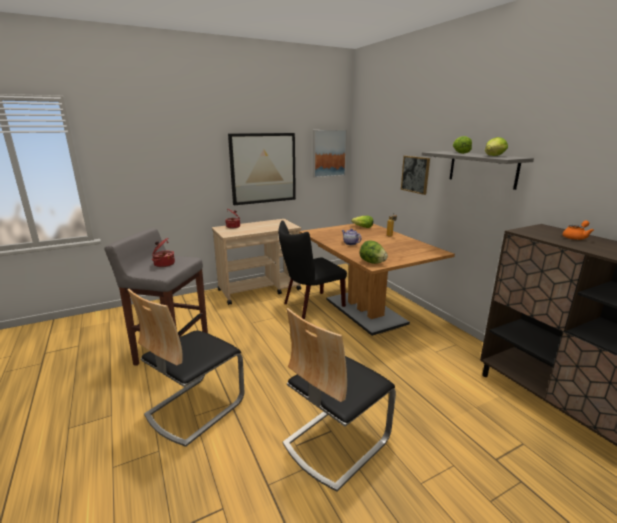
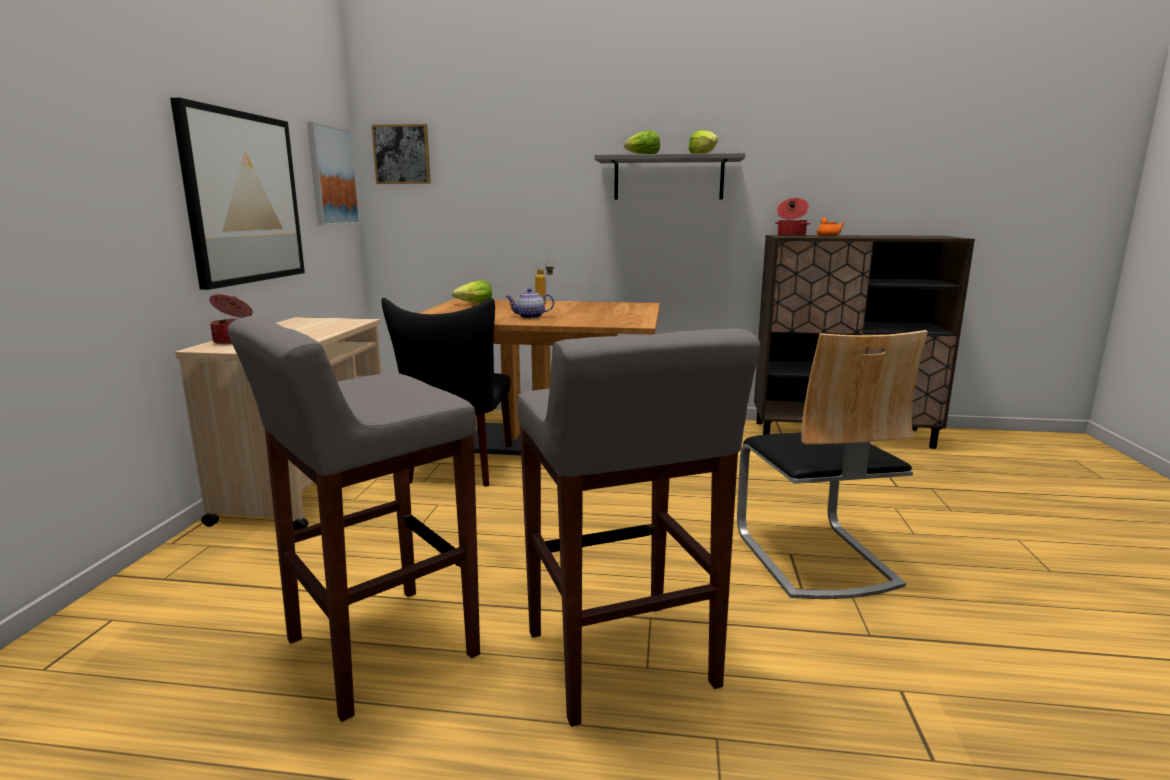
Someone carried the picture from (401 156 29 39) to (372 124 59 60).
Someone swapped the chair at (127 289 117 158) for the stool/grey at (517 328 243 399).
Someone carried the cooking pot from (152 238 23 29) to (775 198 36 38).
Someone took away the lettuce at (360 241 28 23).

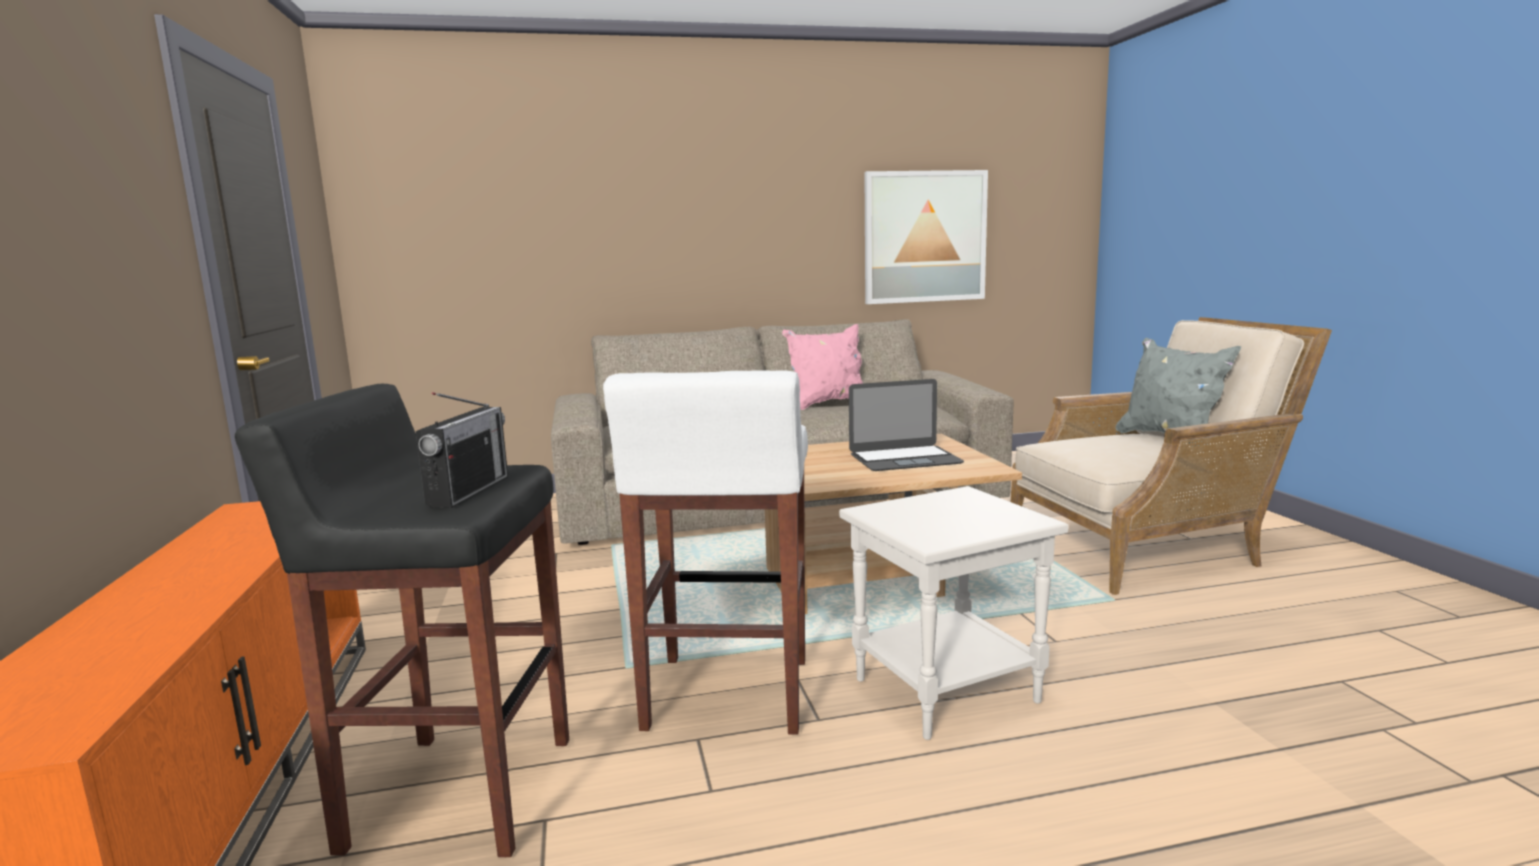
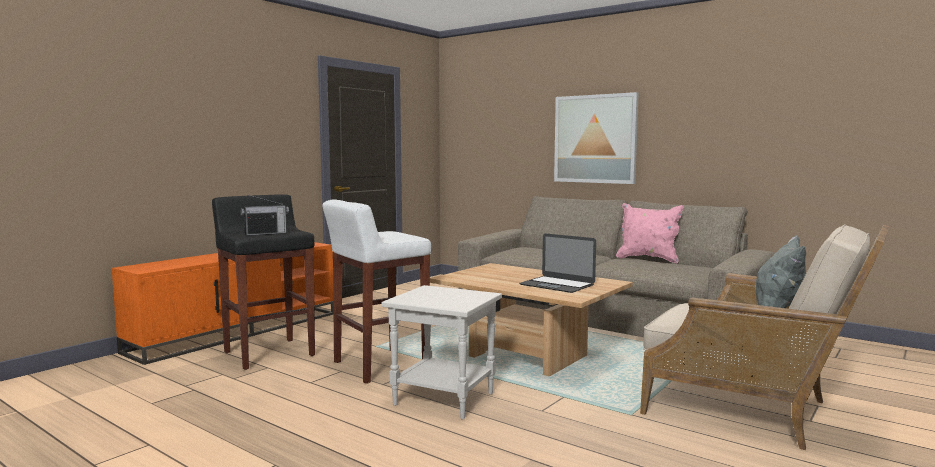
Someone carried the picture from (865 170 123 134) to (554 92 85 92).

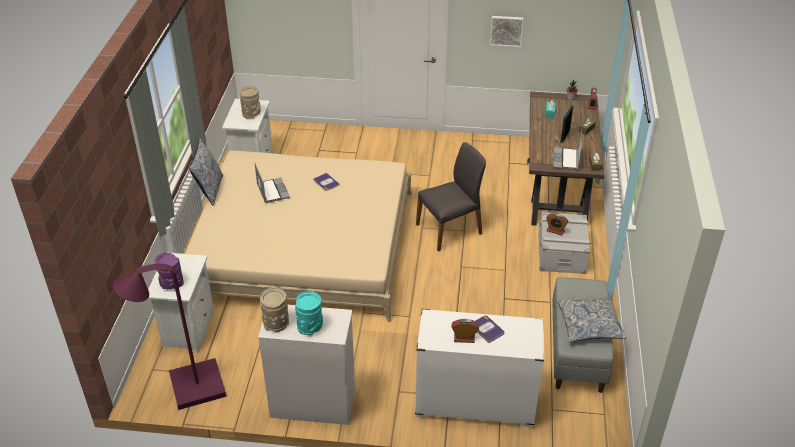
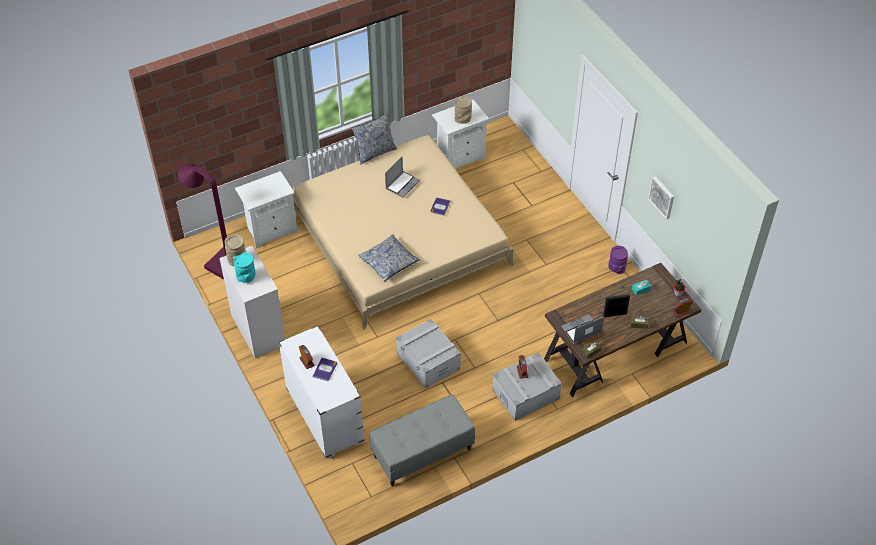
Someone carried the pillow from (556 296 70 46) to (358 234 62 48).
Someone put down the storage box/grey at (396 319 65 70).
Someone carried the vase/purple from (155 252 29 37) to (608 246 20 28).
Someone took away the chair/grey at (416 142 70 110).

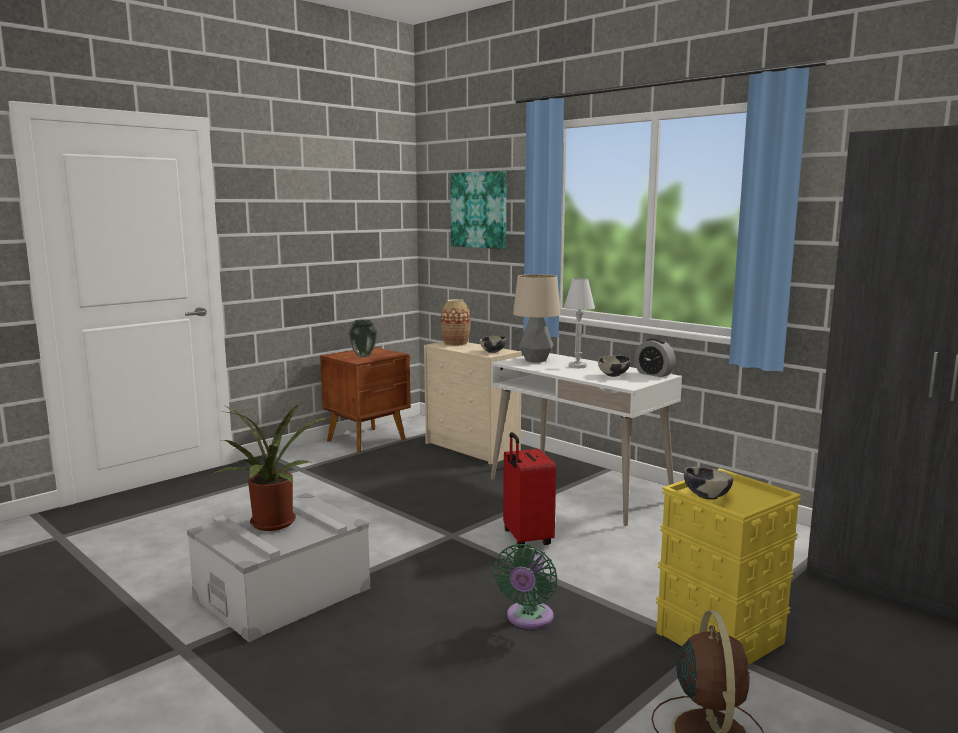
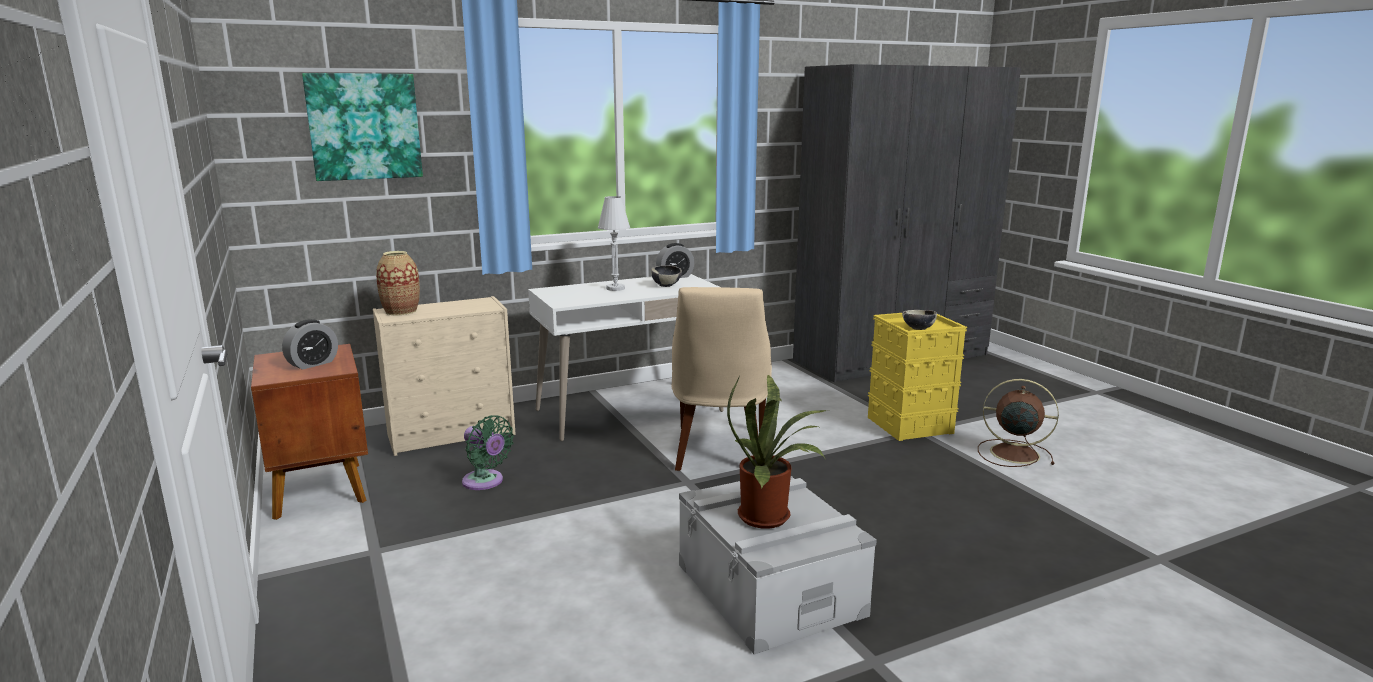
Someone swapped the vase at (348 319 29 38) for the alarm clock at (282 319 56 51).
Someone carried the fan/green from (494 544 63 85) to (462 415 52 75).
Someone swapped the suitcase/red at (503 432 53 116) for the chair/beige at (671 287 101 184).
Someone took away the bowl at (480 336 27 17).
Someone took away the table lamp at (513 274 47 89).

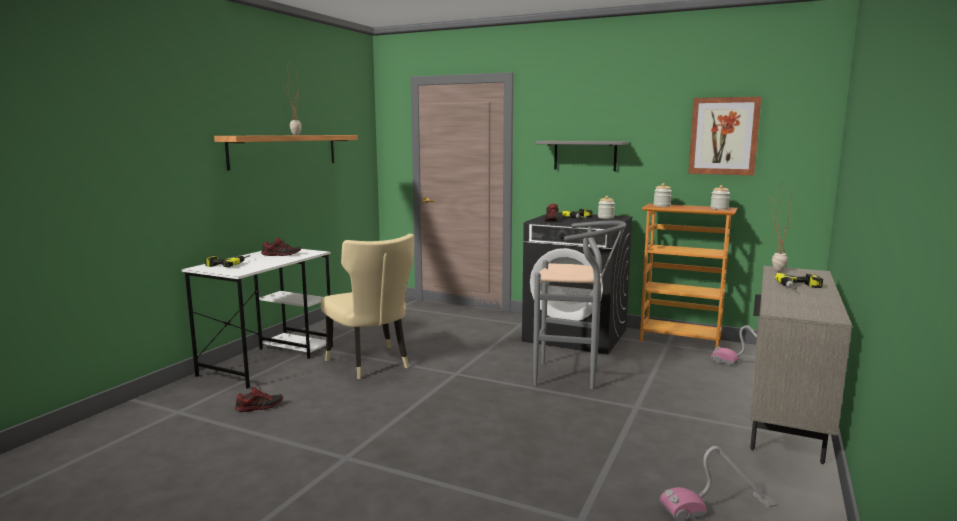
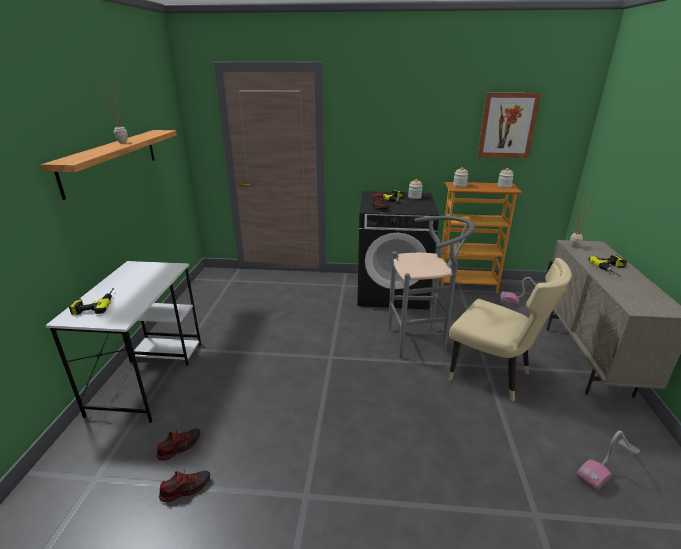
Someone carried the shoe from (261 237 40 19) to (159 469 51 33).
Someone carried the chair/beige from (321 233 93 146) to (449 258 123 143).
Someone took away the shelf/grey at (536 141 93 30).

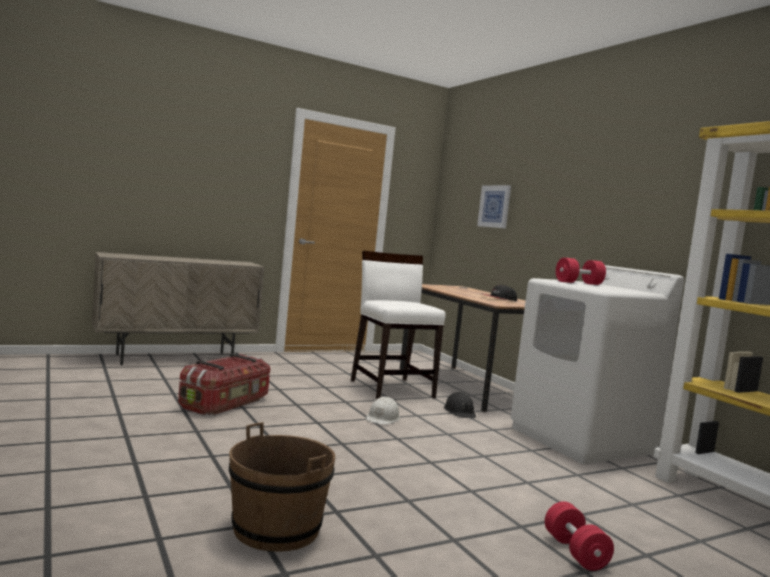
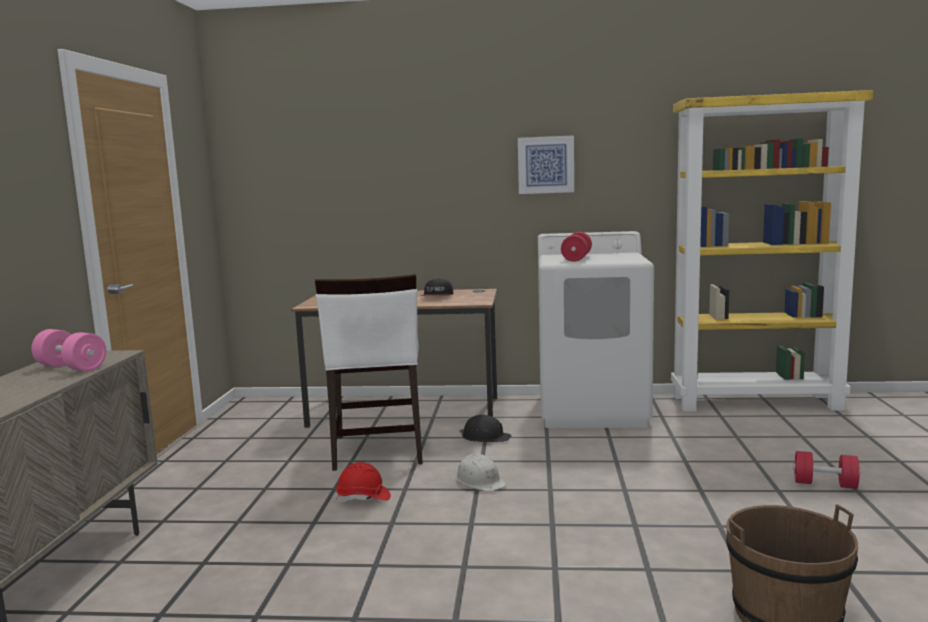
Someone put down the dumbbell/pink at (32 329 74 42).
Someone rotated the chair/white at (351 251 95 148) by 105 degrees counterclockwise.
Someone put down the hard hat/red at (336 462 55 40).
Someone carried the picture from (477 185 34 43) to (518 135 56 59).
Someone took away the storage box at (178 354 92 61).

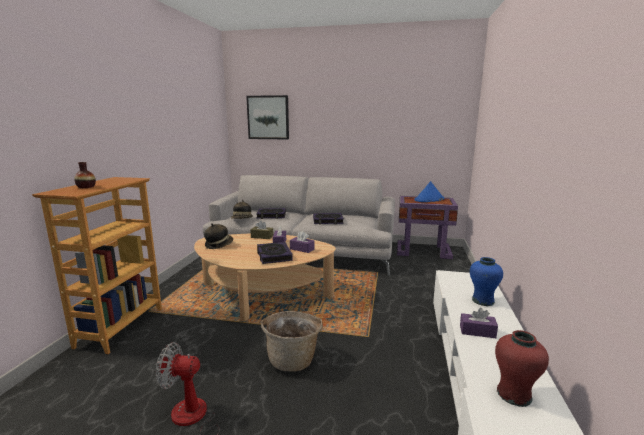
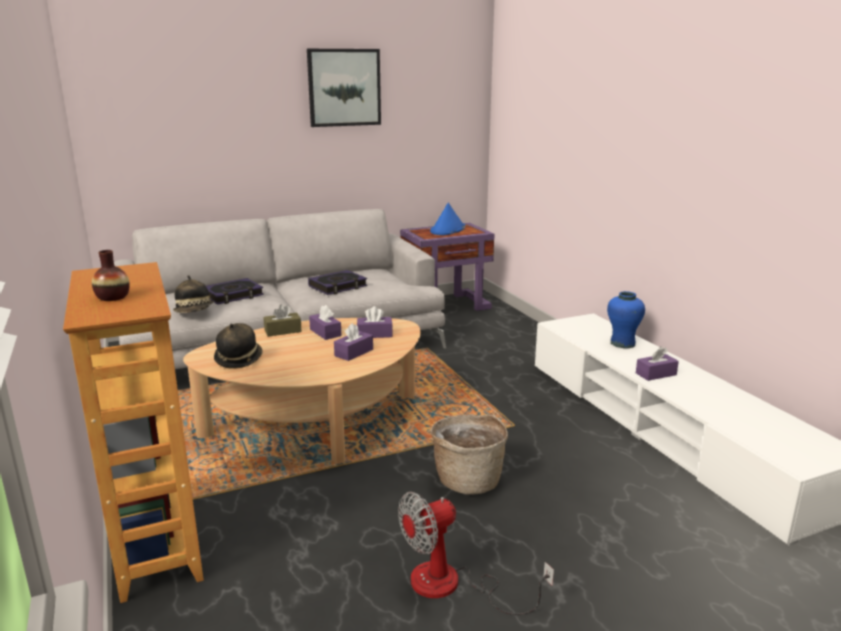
Someone carried the picture from (246 95 43 45) to (307 49 74 78).
Someone swapped the book at (257 242 36 22) for the tissue box/purple at (334 323 39 38).
Someone took away the vase/red at (495 330 54 77).

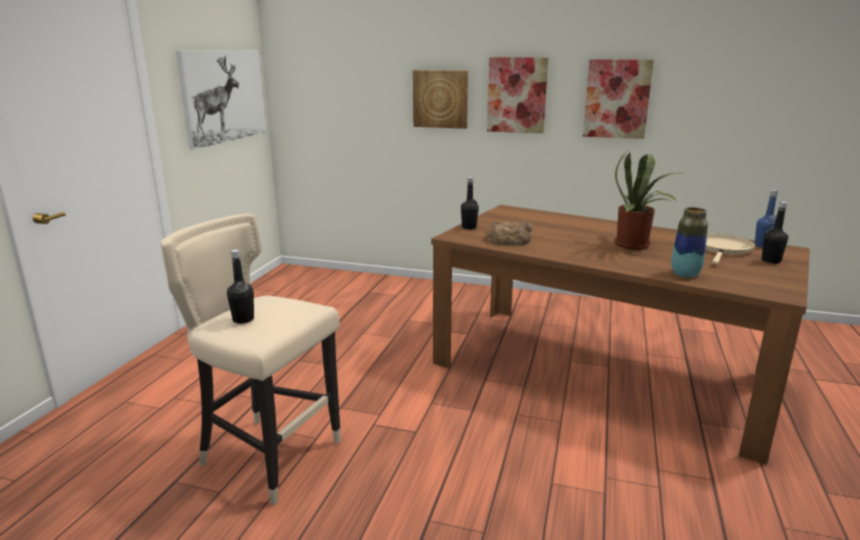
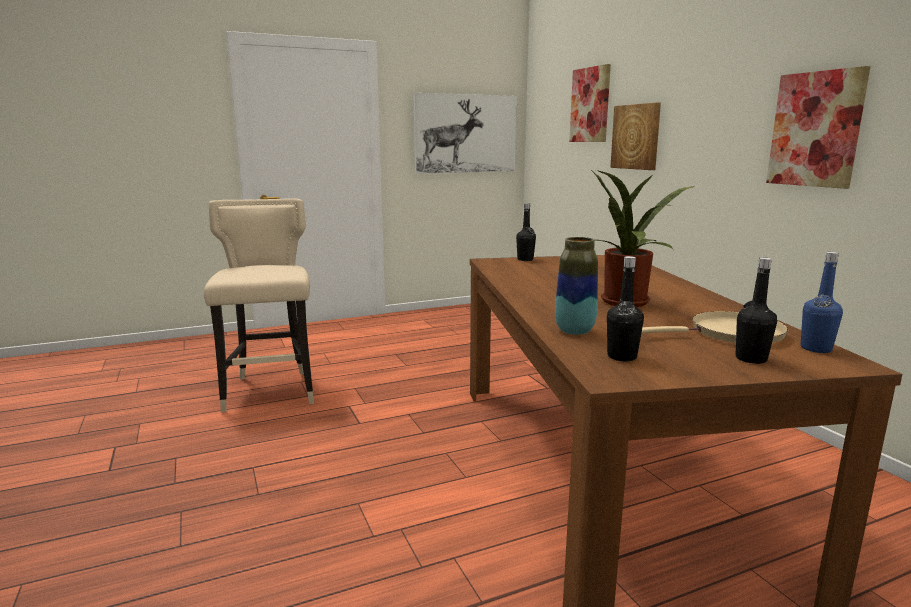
Someone carried the picture from (487 57 61 77) to (569 64 42 78).
Someone carried the bottle/black from (227 250 27 74) to (607 256 37 105).
Someone took away the bread at (486 221 47 24).

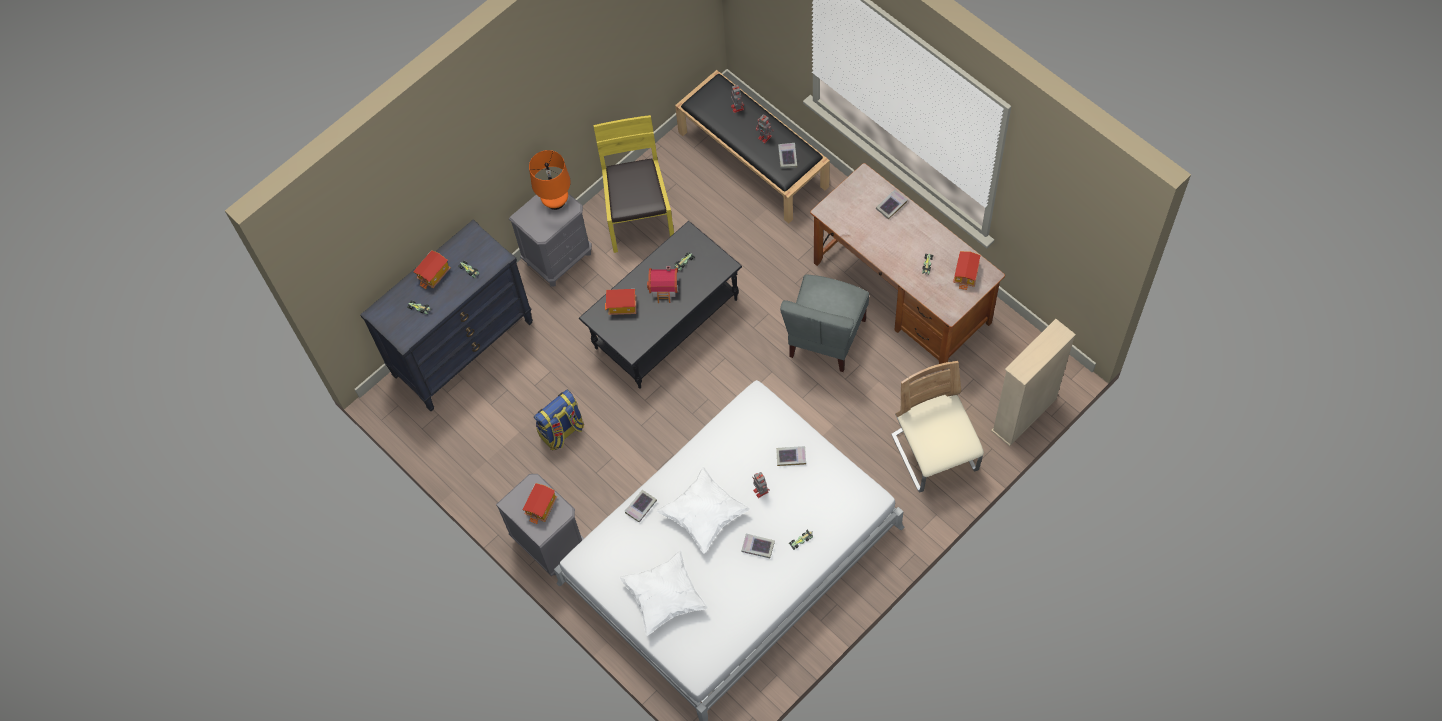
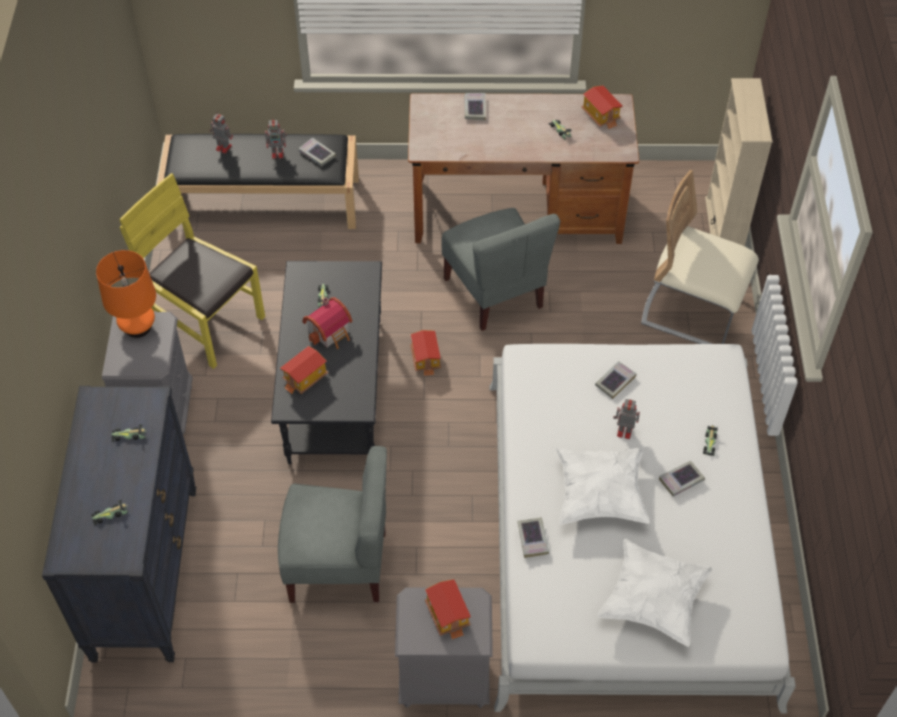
Someone swapped the backpack at (534 389 50 61) for the chair/grey at (278 446 109 157).
Someone carried the toy house from (413 250 38 39) to (410 330 31 46).

